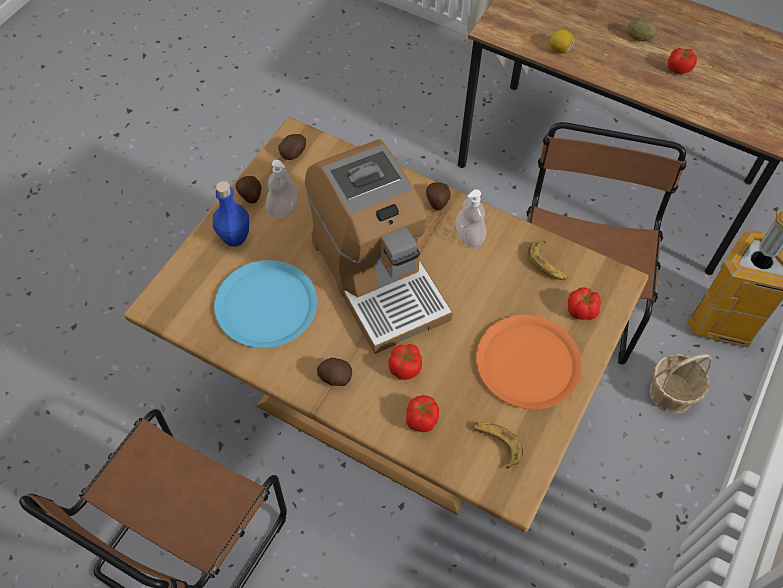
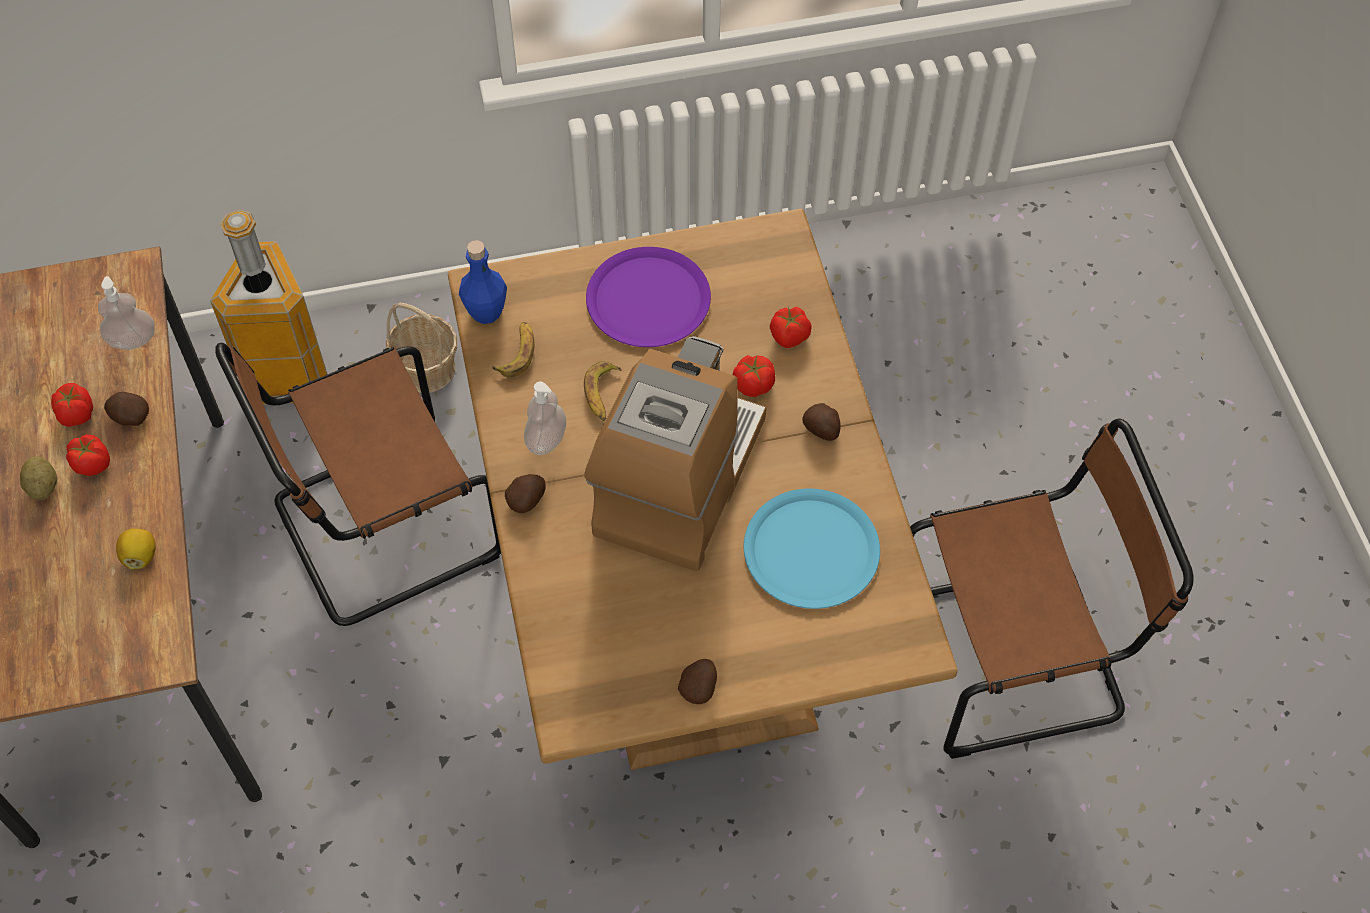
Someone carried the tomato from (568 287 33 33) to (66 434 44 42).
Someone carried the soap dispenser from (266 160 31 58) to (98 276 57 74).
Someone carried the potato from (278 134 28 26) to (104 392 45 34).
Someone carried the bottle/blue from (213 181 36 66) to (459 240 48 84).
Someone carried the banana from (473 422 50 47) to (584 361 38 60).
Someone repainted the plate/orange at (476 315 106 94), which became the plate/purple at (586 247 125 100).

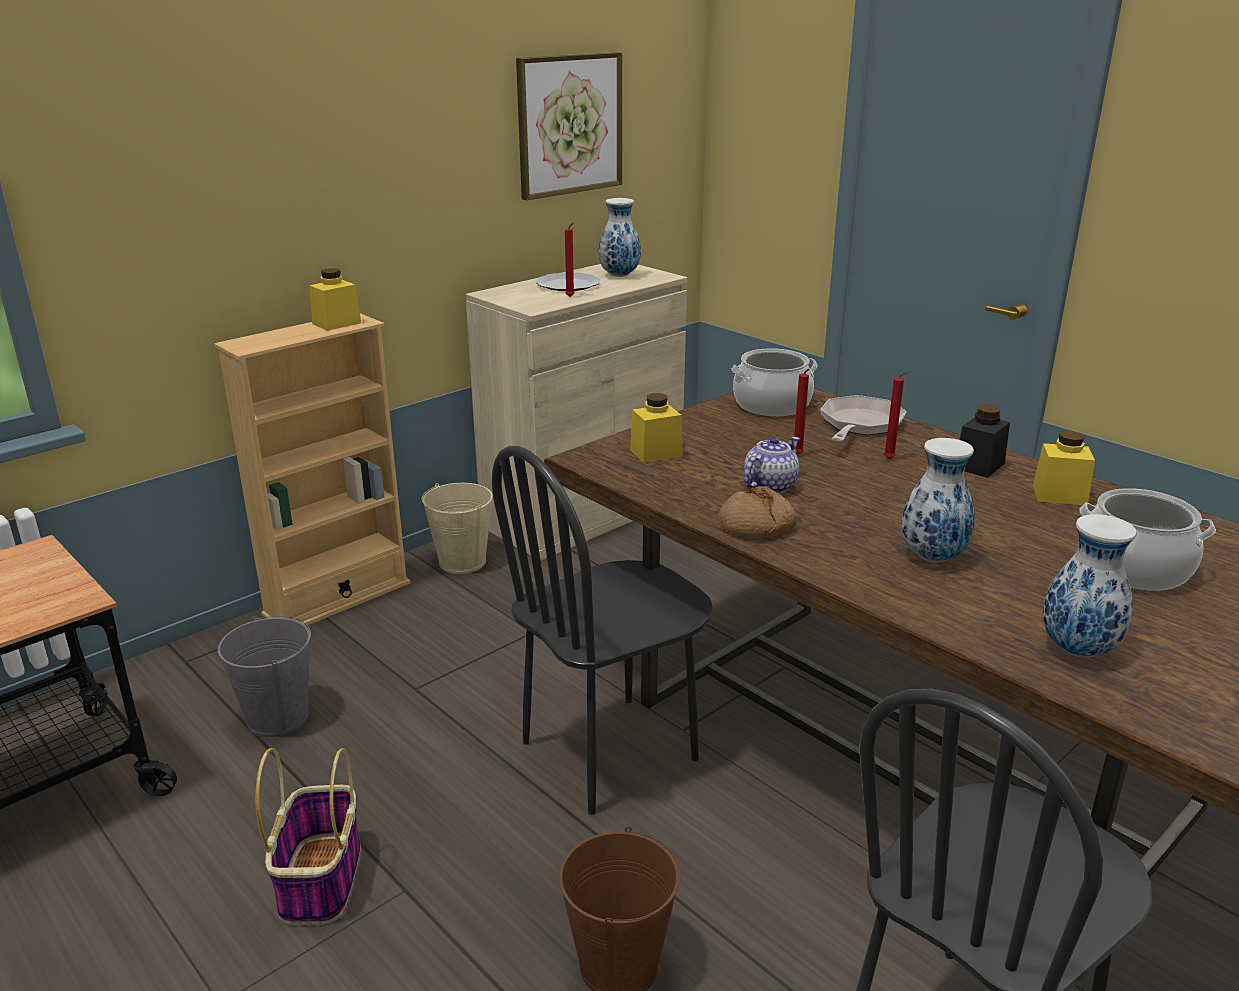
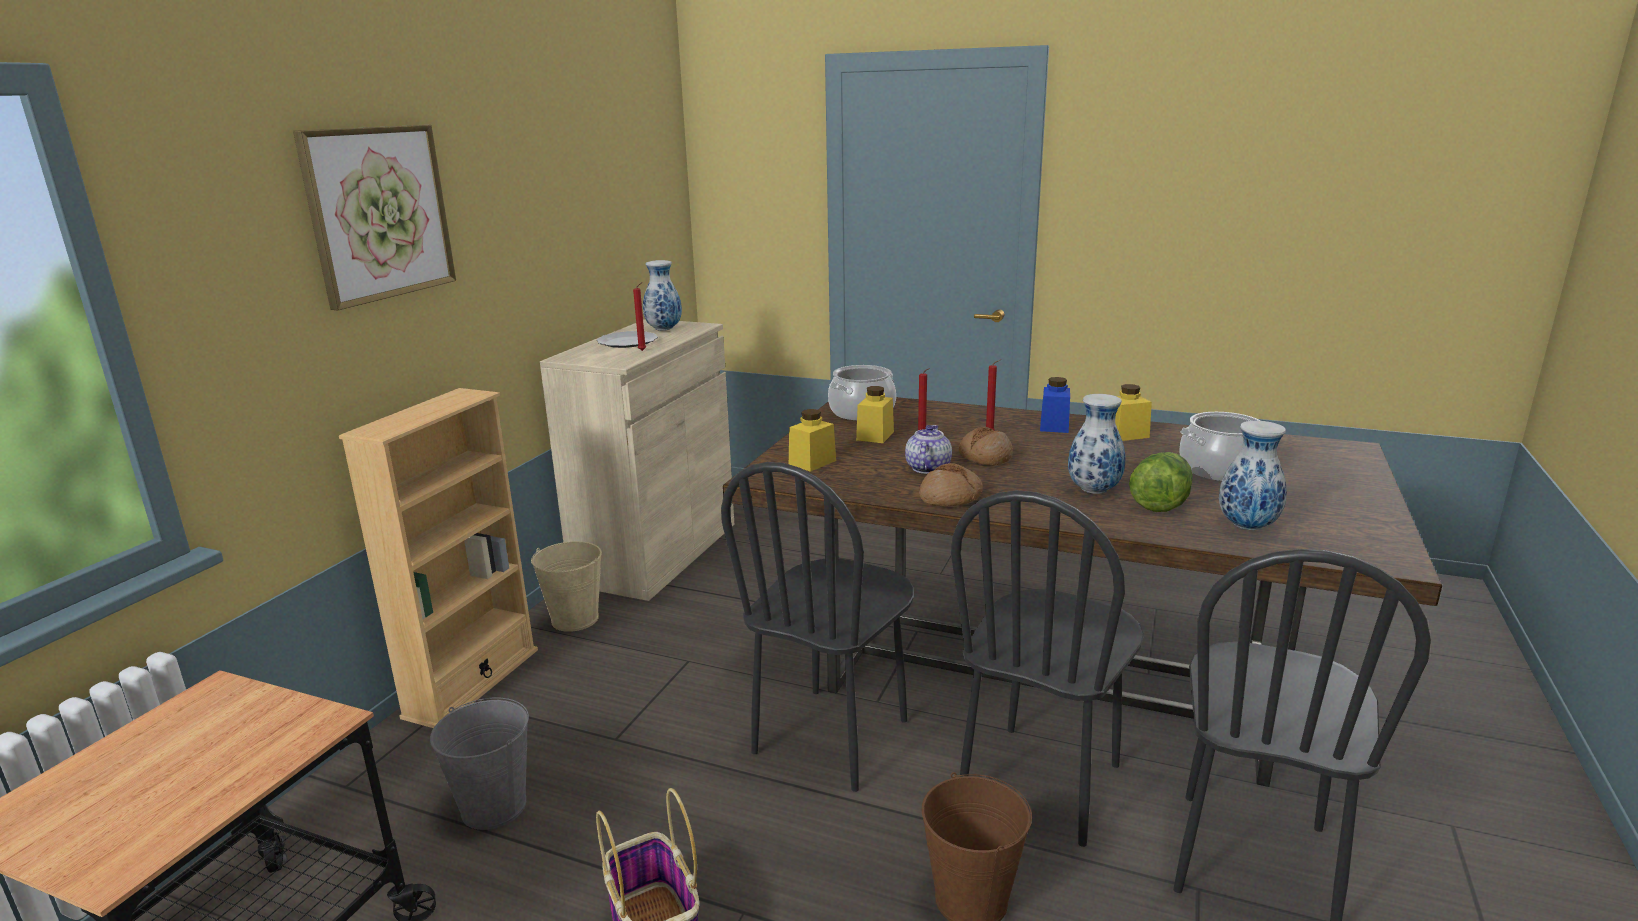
Someone carried the picture from (516 52 106 148) to (293 125 163 185).
Someone carried the jar/yellow from (309 268 52 63) to (856 386 38 57).
Someone put down the chair/black at (951 490 193 357).
Someone put down the bread at (959 426 54 40).
Someone repainted the jar/black at (960 404 50 74), which became the jar/blue at (1040 377 30 56).
Someone put down the lettuce at (1129 452 64 60).
Someone took away the frying pan at (820 395 87 46).

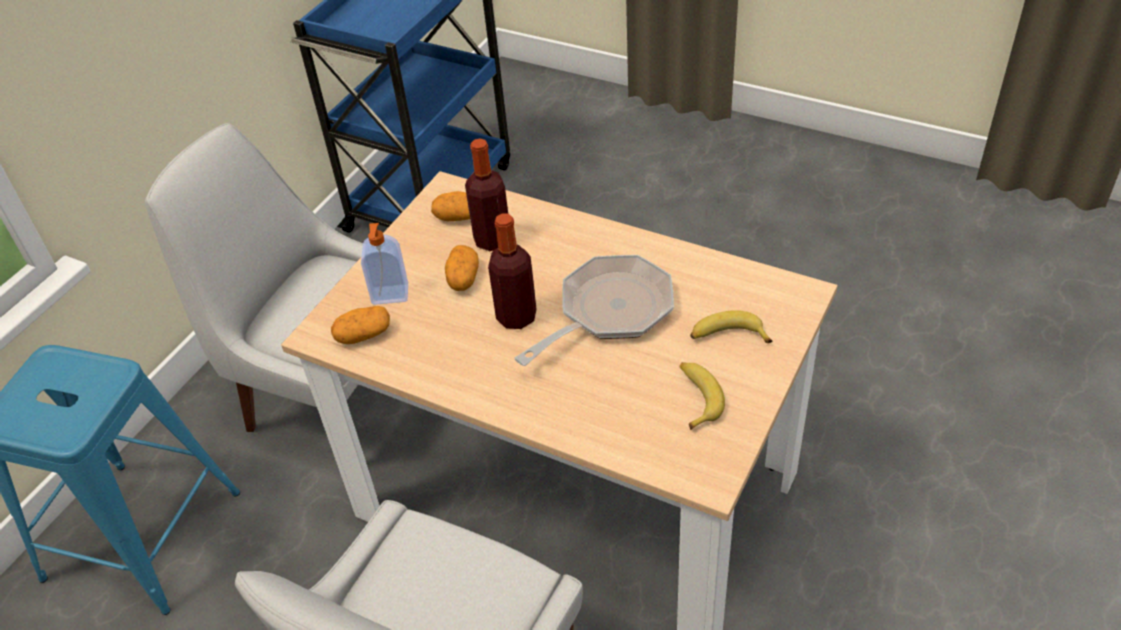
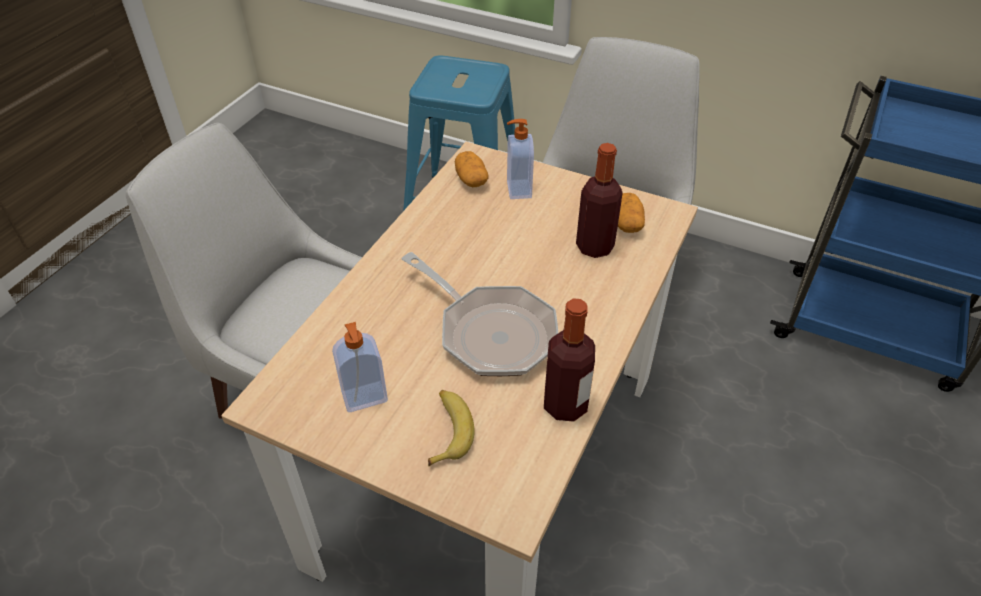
Someone swapped the banana at (680 362 45 68) for the soap dispenser at (332 322 56 90).
Someone carried the bottle from (488 213 49 116) to (544 299 51 122).
Someone took away the potato at (445 245 34 46).

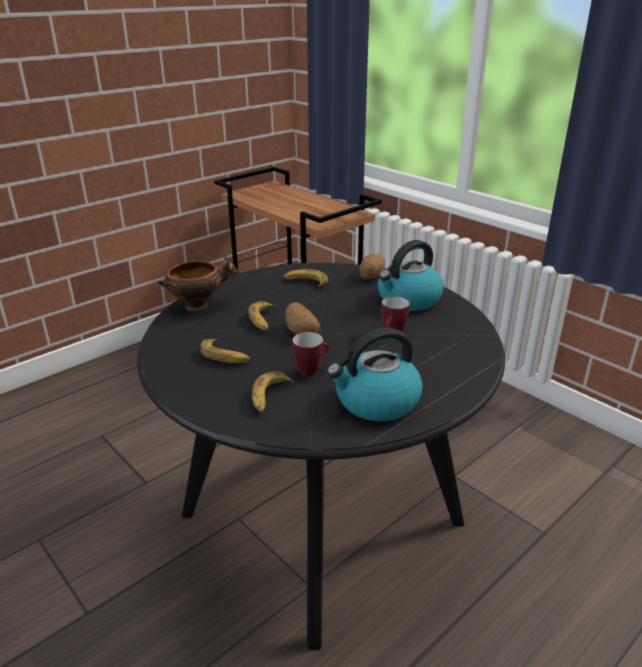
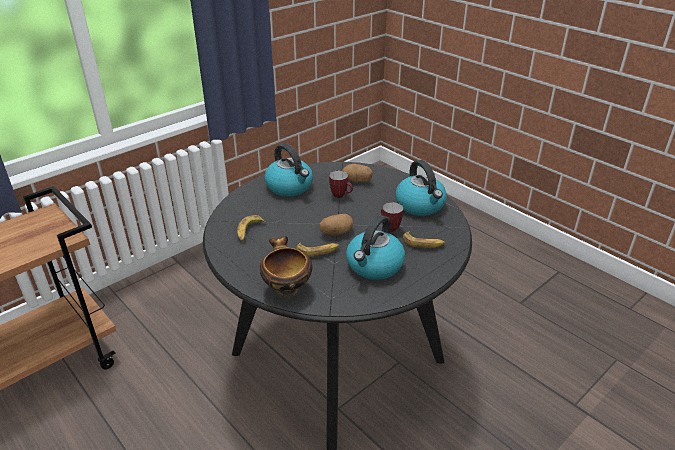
Someone carried the potato from (360 254 26 26) to (342 164 30 19).
Someone swapped the banana at (200 339 50 24) for the kettle at (346 215 59 65).

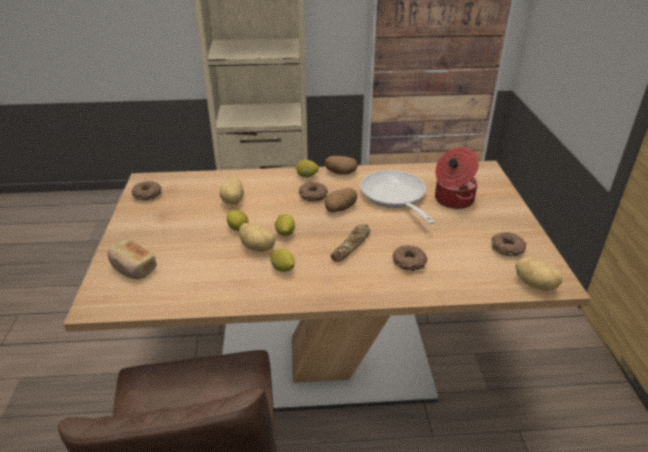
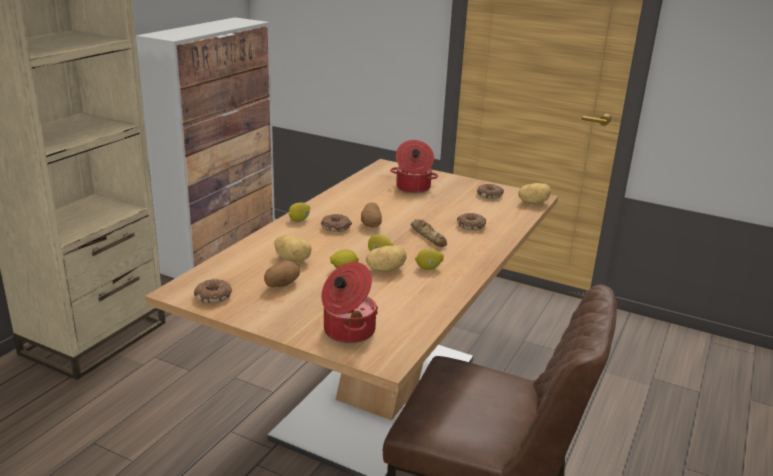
Someone carried the potato from (325 156 33 19) to (264 261 36 26).
Someone swapped the bread at (108 240 49 39) for the cooking pot at (321 262 57 81).
Someone took away the frying pan at (360 170 75 54).

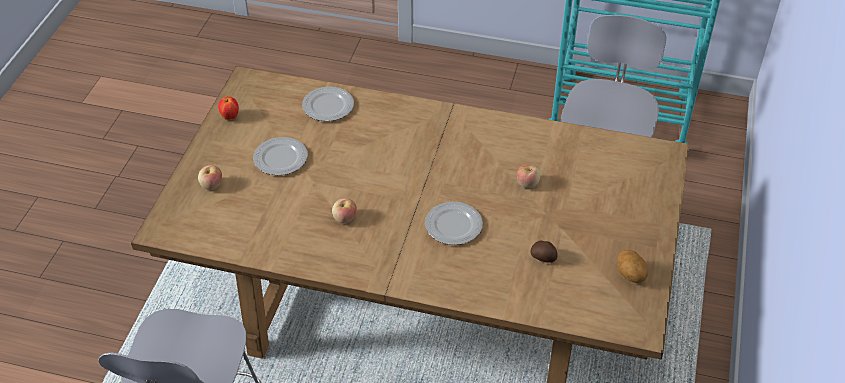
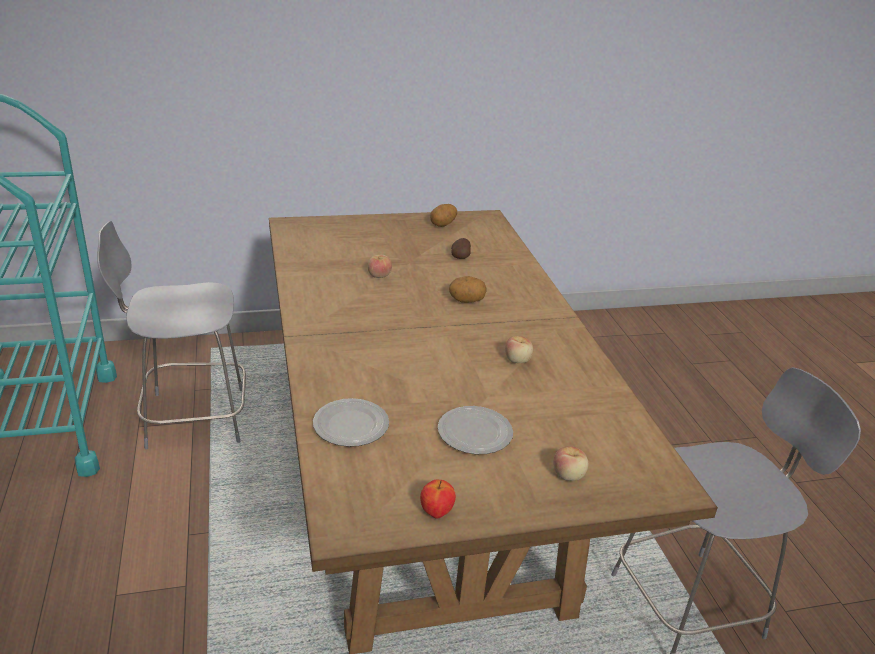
Someone swapped the plate at (425 202 58 43) for the potato at (449 276 38 27).

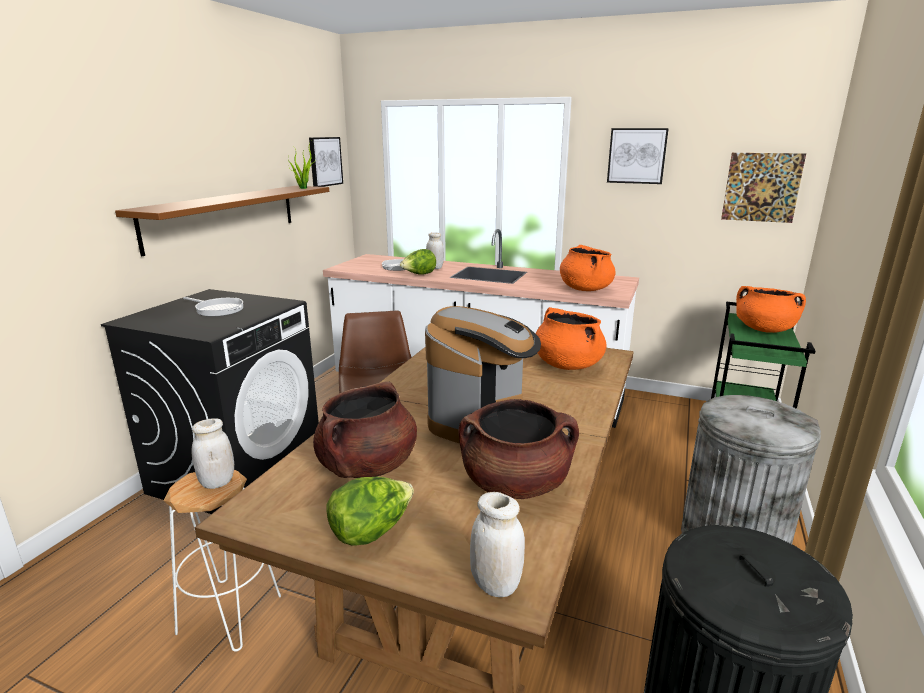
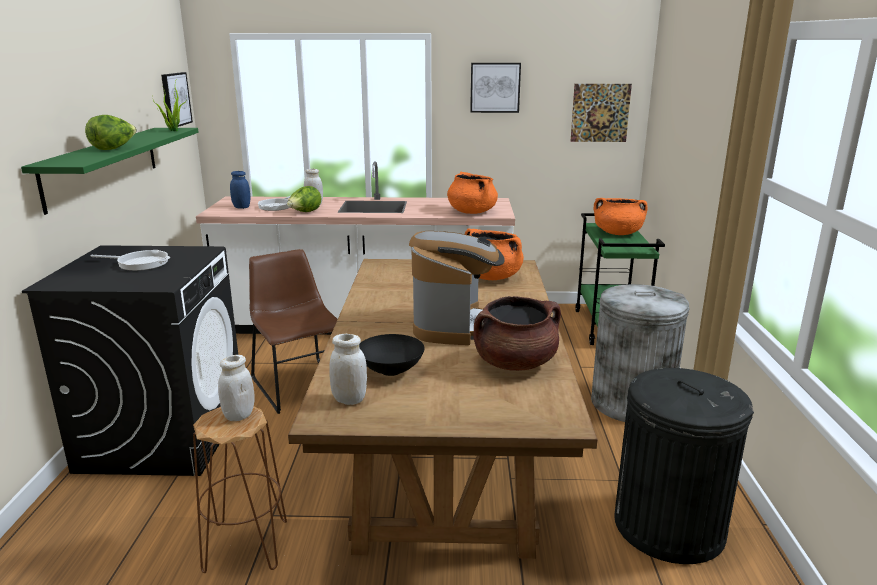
Someone repainted the shelf/brown at (115 186 214 70), which became the shelf/green at (21 128 178 87).
Someone carried the lettuce from (326 477 88 69) to (85 115 52 35).
Someone repainted the stool/white at (163 470 118 182), which became the stool/brown at (193 407 94 166).
Someone put down the jar/blue at (230 171 20 38).
Someone carried the jar/white from (470 492 55 105) to (329 334 38 71).
Someone swapped the cooking pot/brown at (313 381 104 97) for the bowl/black at (359 334 66 42).

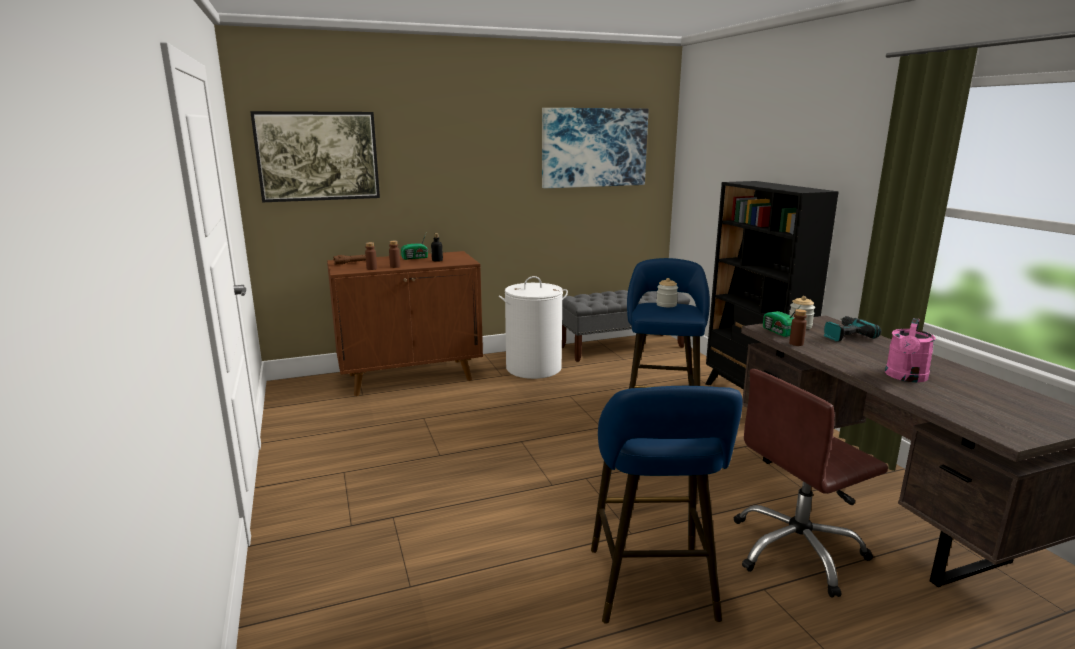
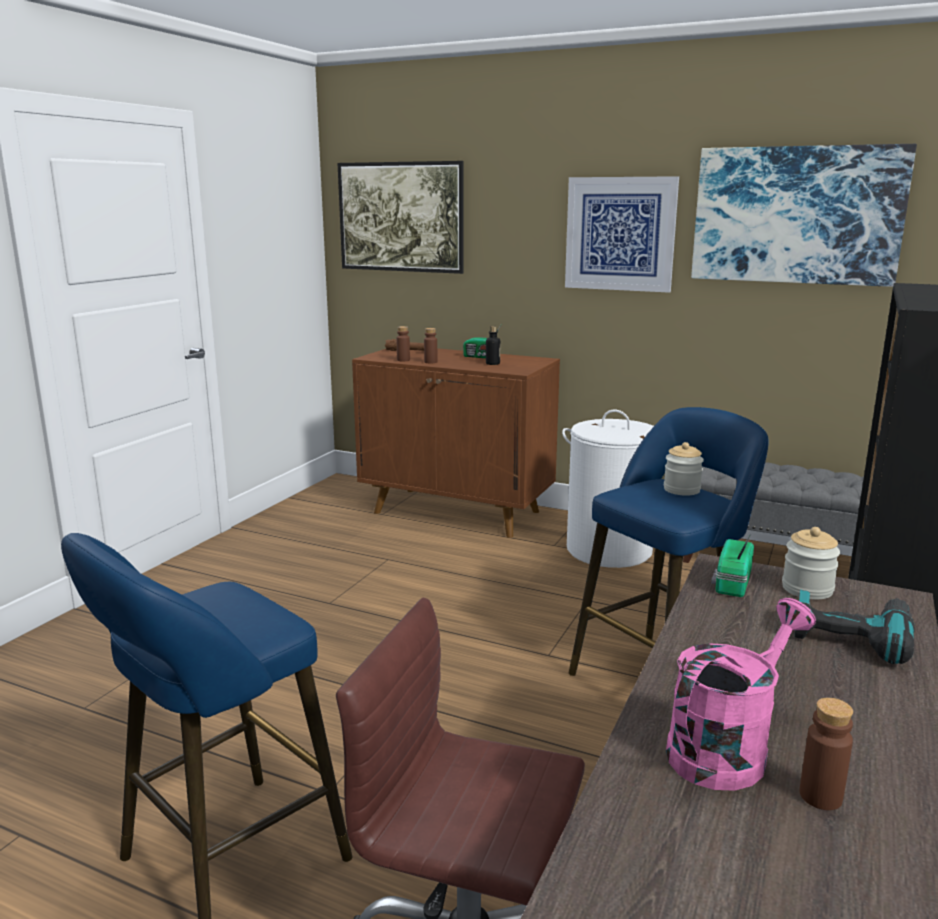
Someone put up the picture at (565 176 114 117).
Someone rotated the watering can/pink at (885 318 51 64) by 150 degrees clockwise.
Someone carried the bottle/brown from (789 309 18 37) to (799 698 54 112).

